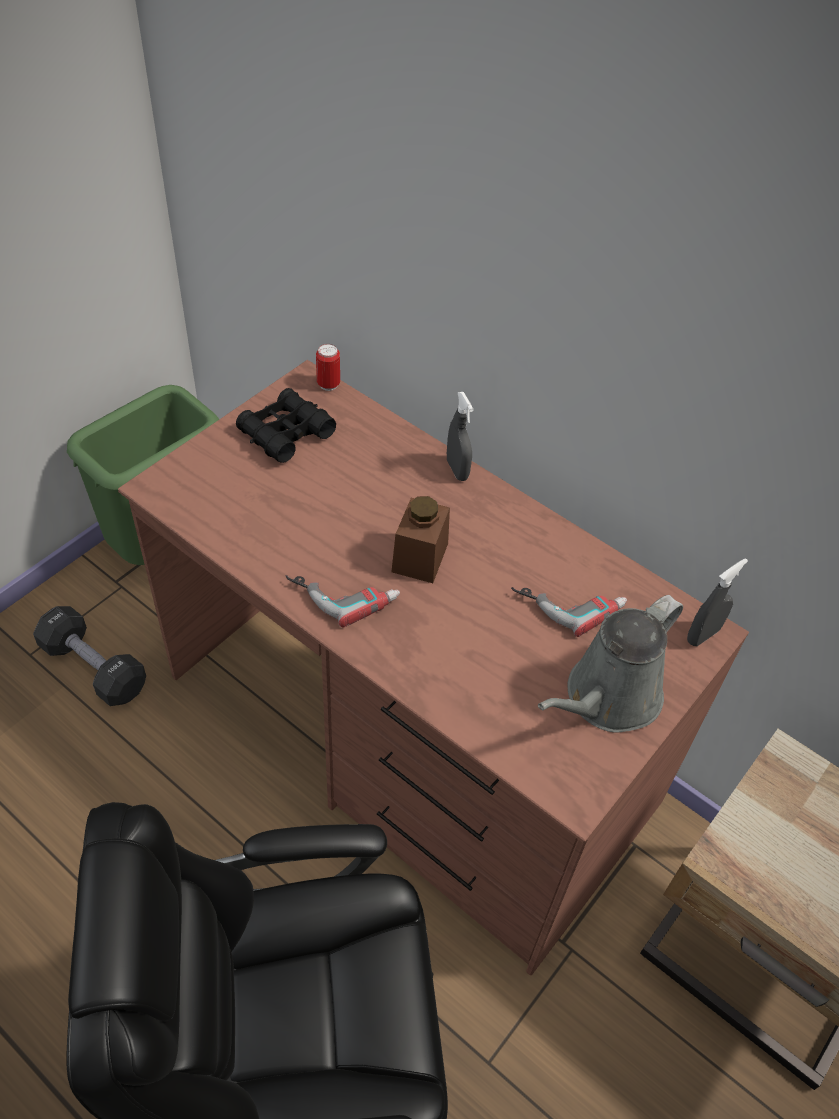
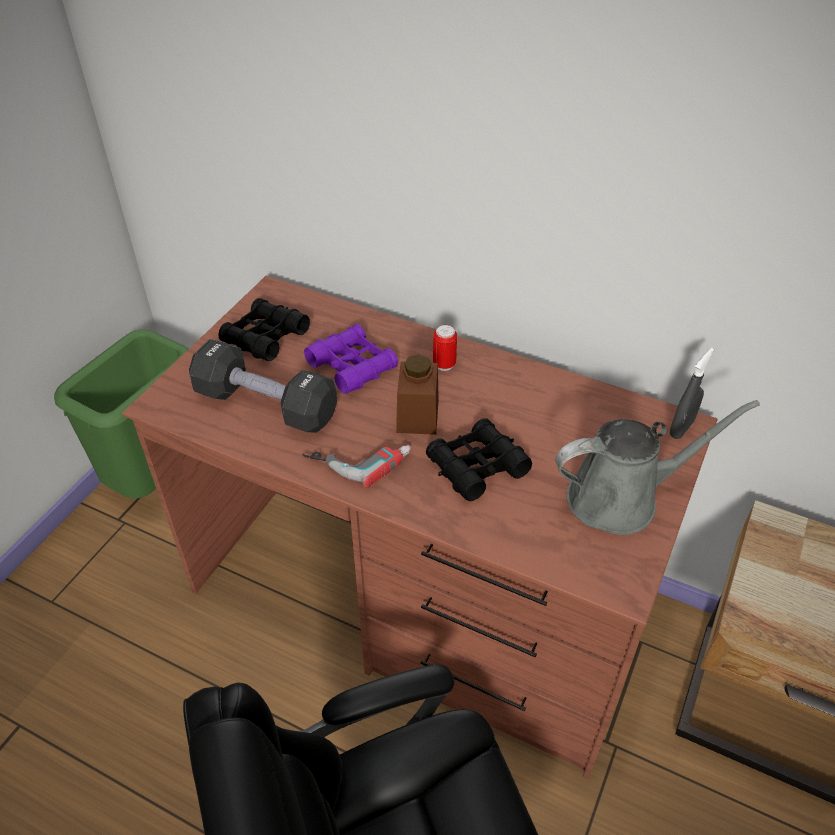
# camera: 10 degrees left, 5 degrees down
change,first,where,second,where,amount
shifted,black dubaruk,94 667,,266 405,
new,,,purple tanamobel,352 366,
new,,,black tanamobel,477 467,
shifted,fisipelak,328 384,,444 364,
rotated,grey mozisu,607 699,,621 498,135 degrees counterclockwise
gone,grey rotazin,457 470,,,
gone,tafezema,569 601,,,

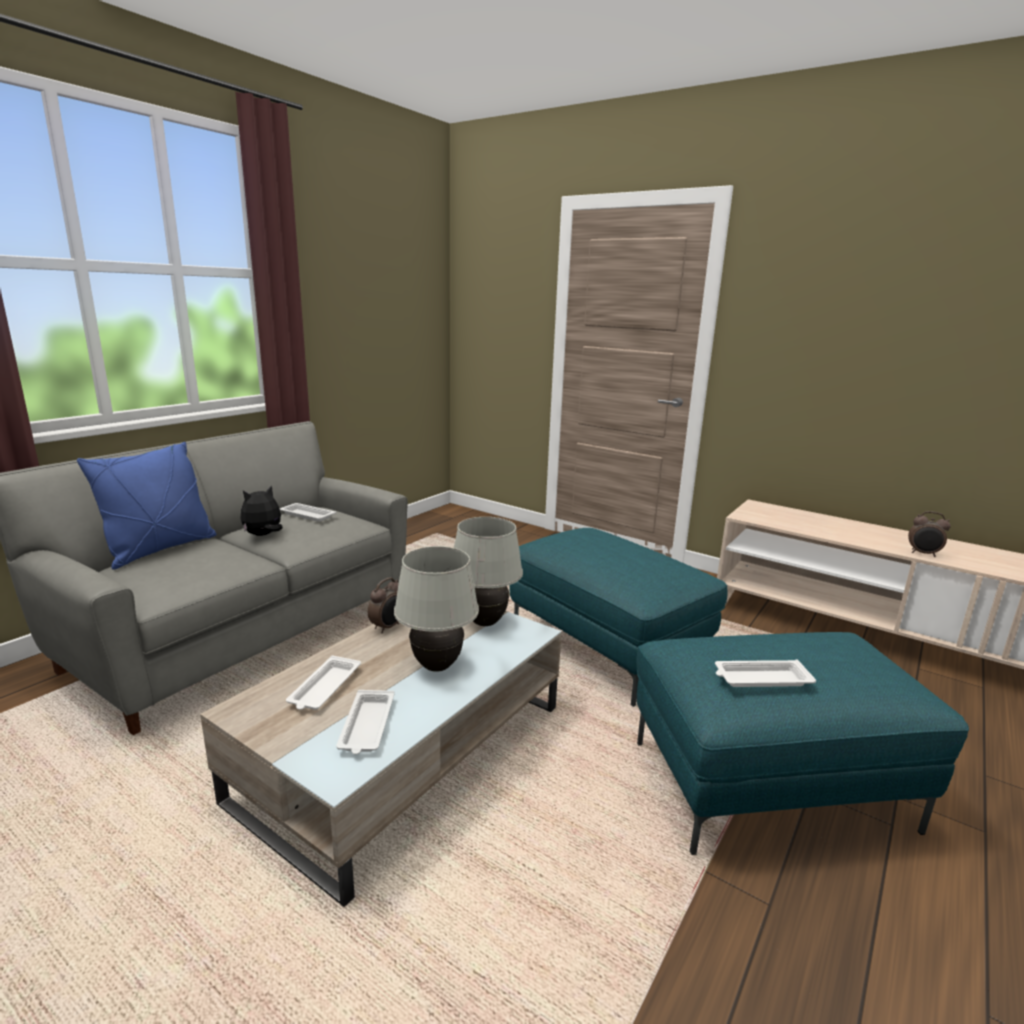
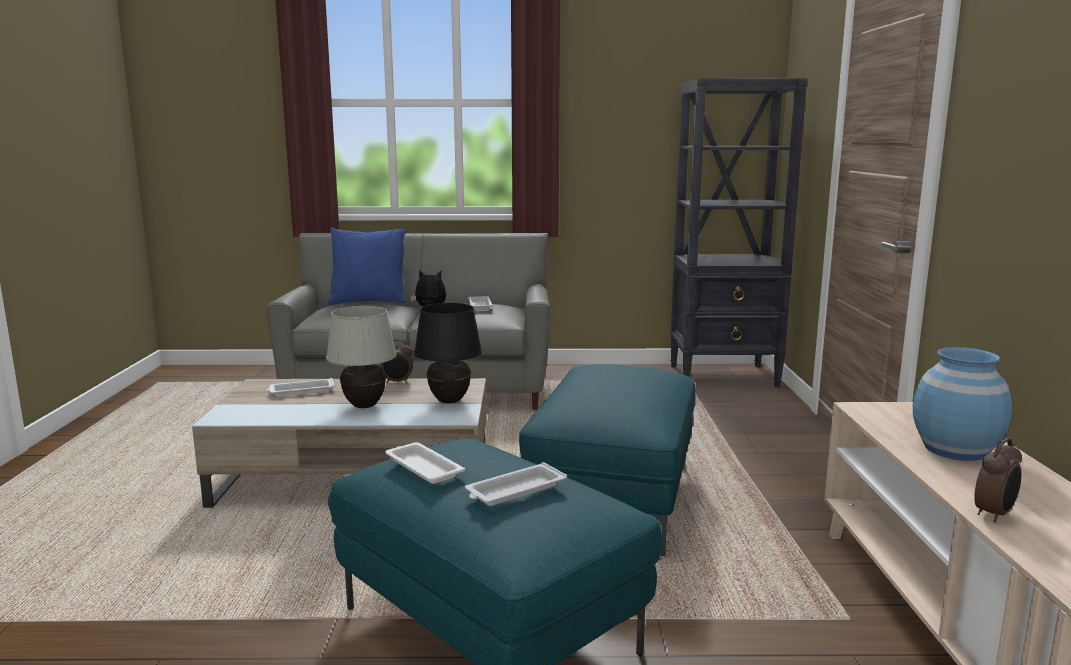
# camera: 55 degrees right, 5 degrees down
change,first,where,second,where,amount
repainted,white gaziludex,485 622,black gaziludex,450 401,
shifted,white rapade,367 726,,514 491,
new,,,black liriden,724 376,
new,,,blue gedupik,954 449,
rotated,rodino,923 554,,994 514,120 degrees counterclockwise

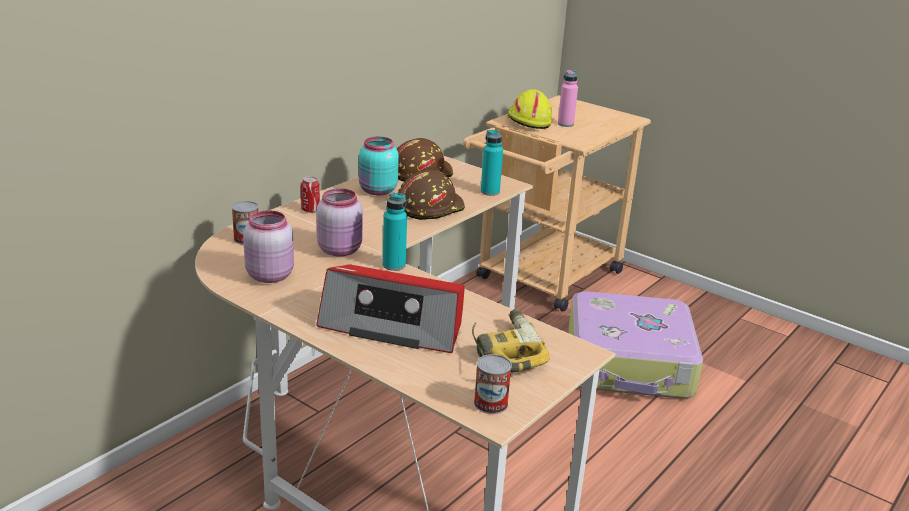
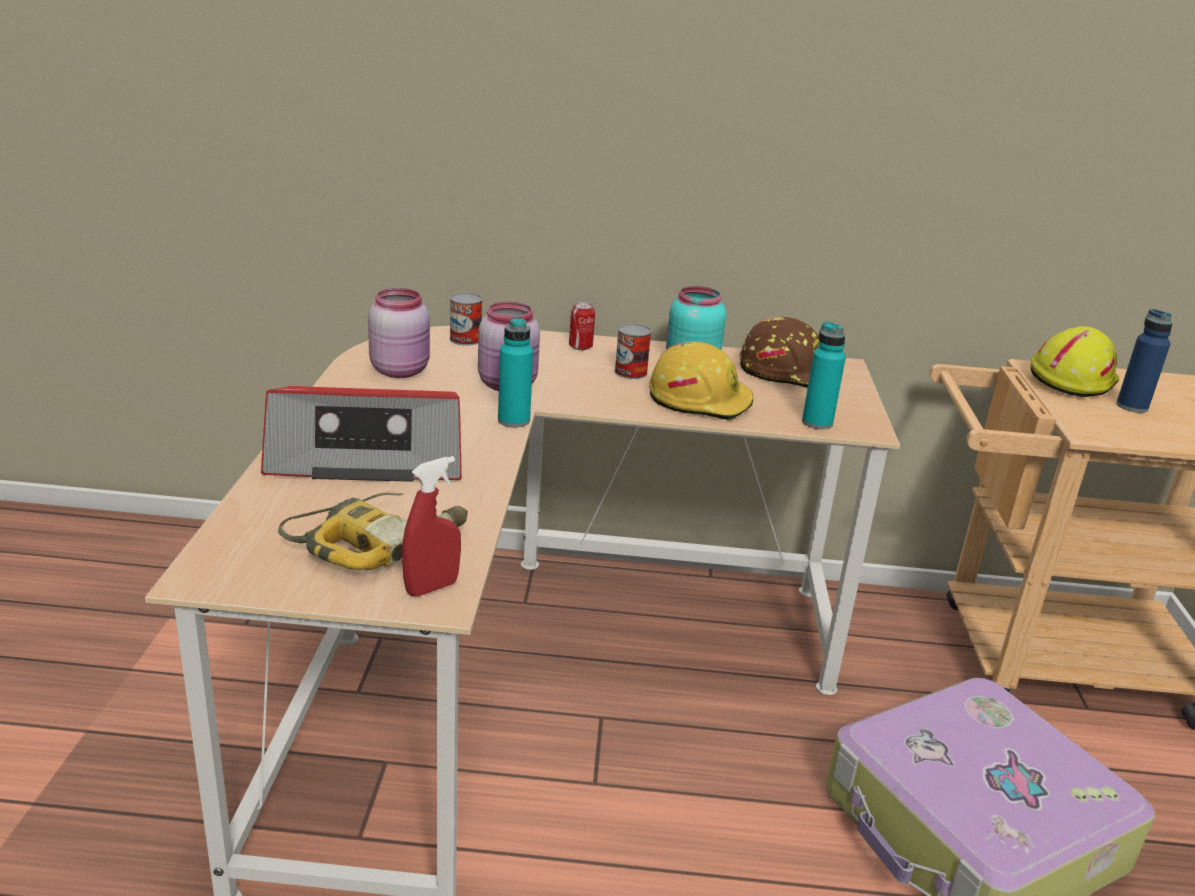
# camera: 55 degrees right, 0 degrees up
change,first,where,second,where,amount
rotated,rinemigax,394 325,,368 458,75 degrees counterclockwise
new,,,red rotazin,432 587,
shifted,fisipelak,490 403,,630 372,
repainted,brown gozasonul,429 207,yellow gozasonul,700 400,
repainted,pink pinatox,565 124,blue pinatox,1132 406,

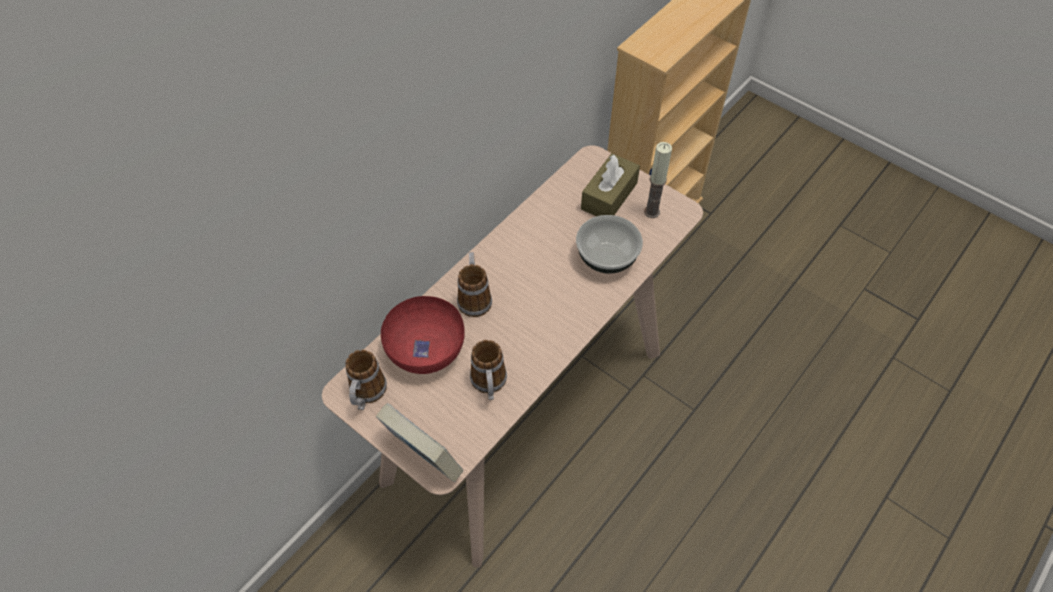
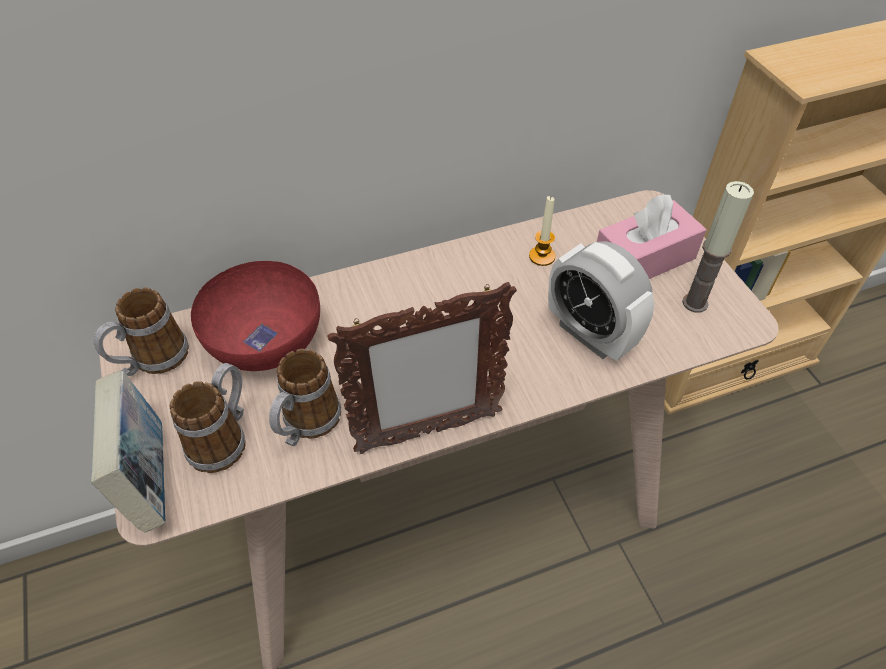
# camera: 30 degrees right, 5 degrees down
change,first,where,second,where,amount
shifted,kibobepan,474 297,,224 437,
new,,,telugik,427 432,
new,,,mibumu,542 256,
swapped,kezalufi,607 257,rodino,590 334,
repainted,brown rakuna,609 196,pink rakuna,644 259,

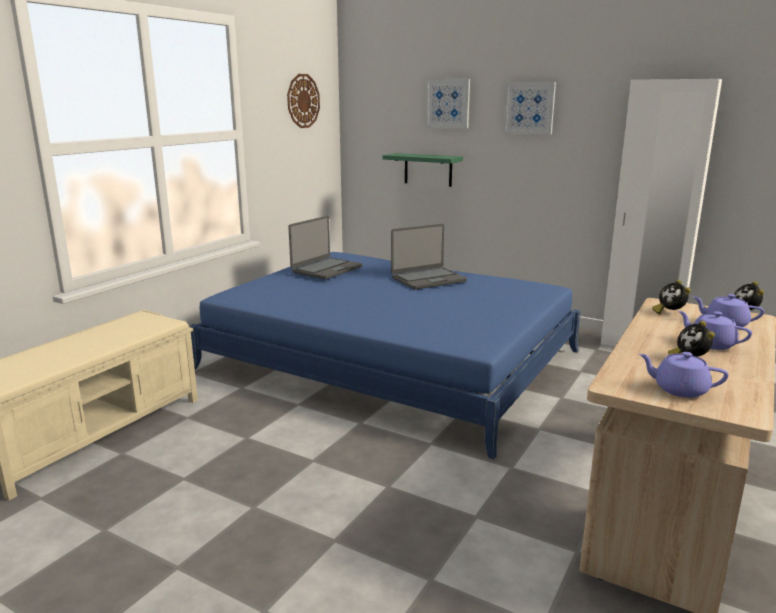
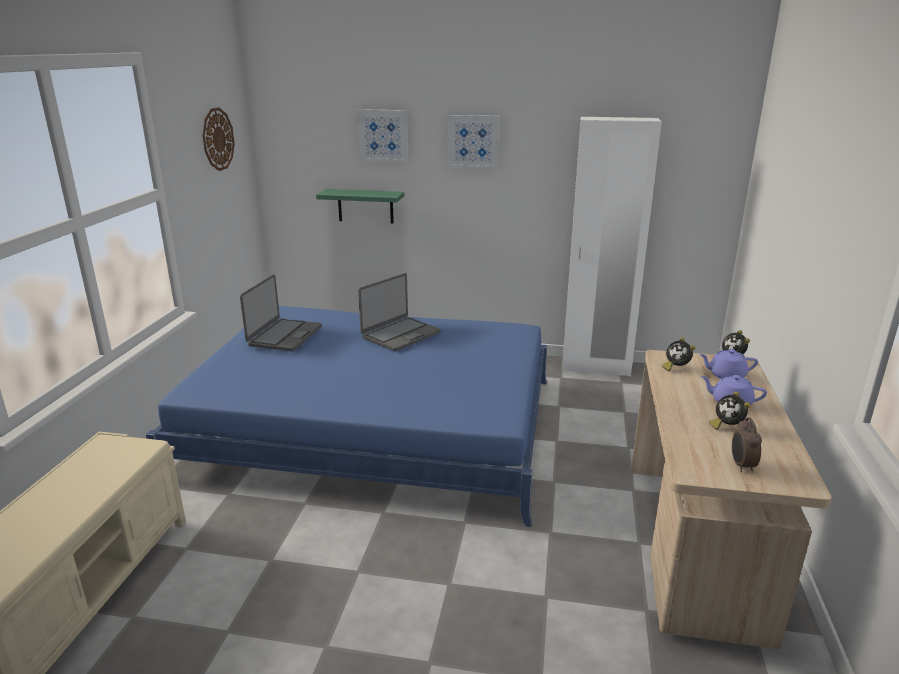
# camera: 20 degrees left, 5 degrees up
change,first,where,second,where,amount
swapped,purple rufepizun,679 389,rodino,741 466,

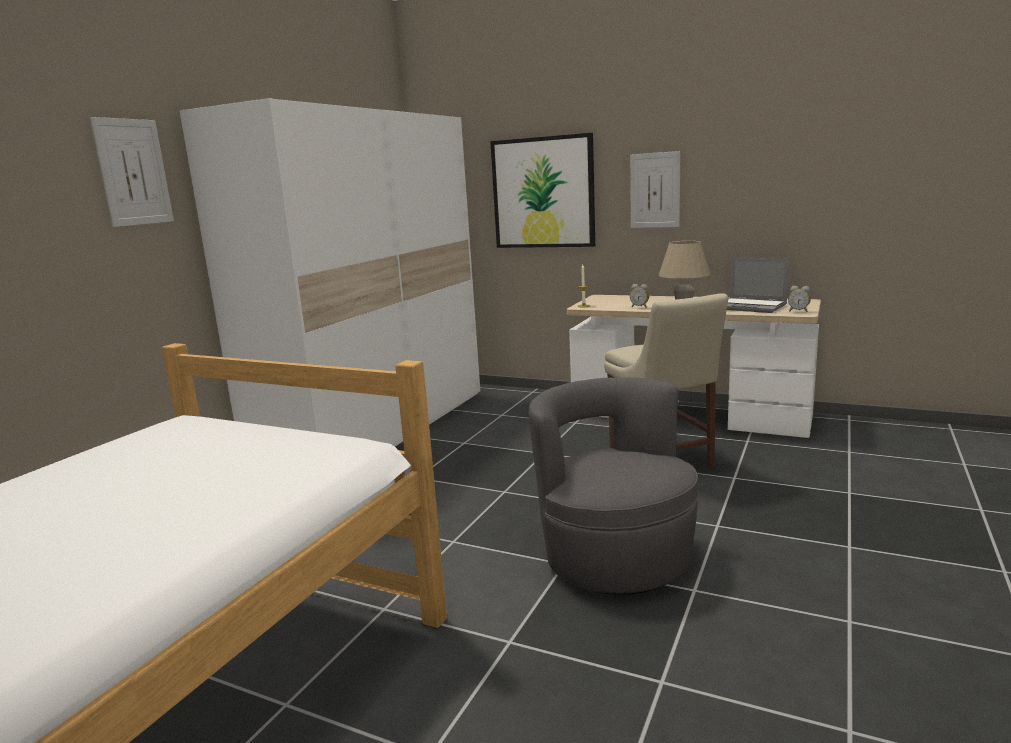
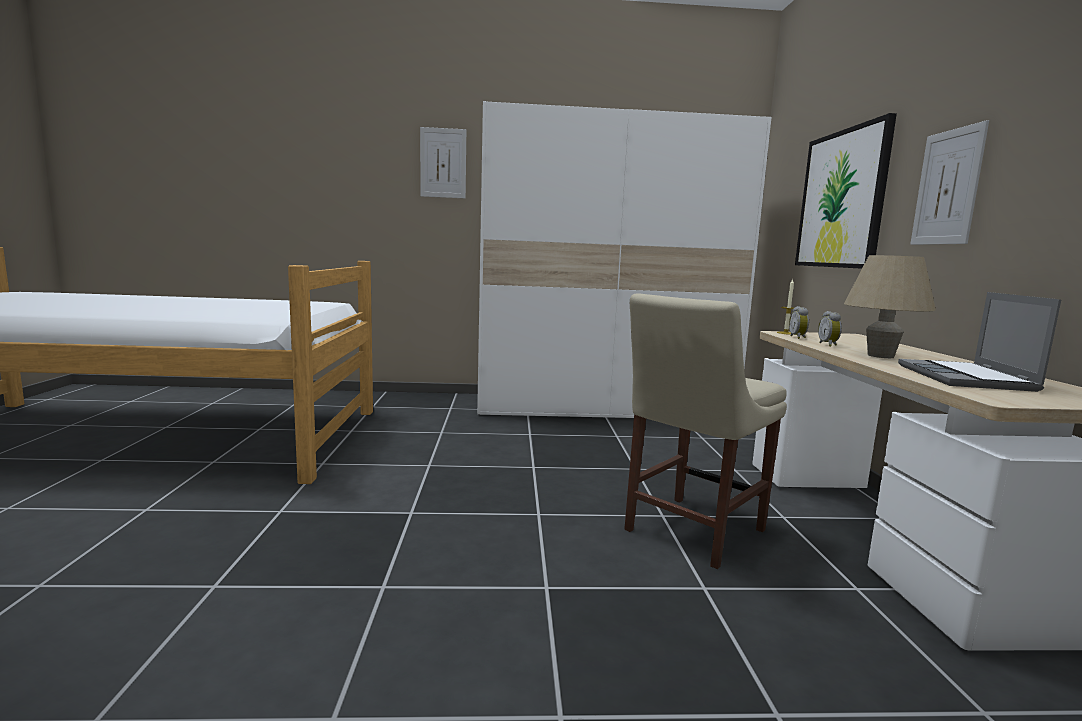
# camera: 60 degrees right, 5 degrees down
change,first,where,second,where,amount
shifted,rodino,798 311,,798 337,
gone,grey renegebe,616 557,,,

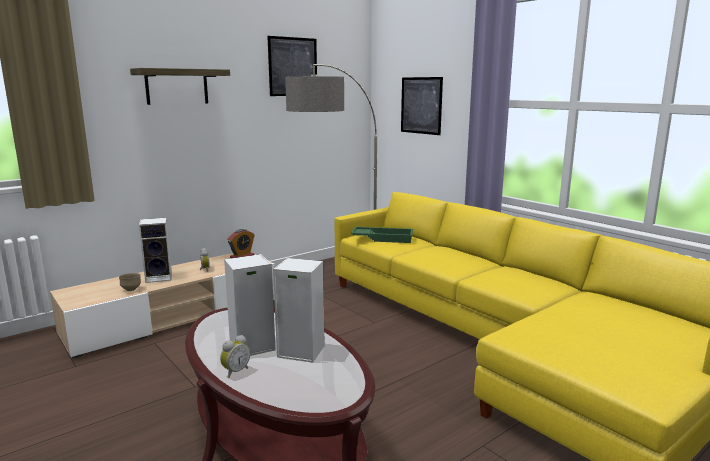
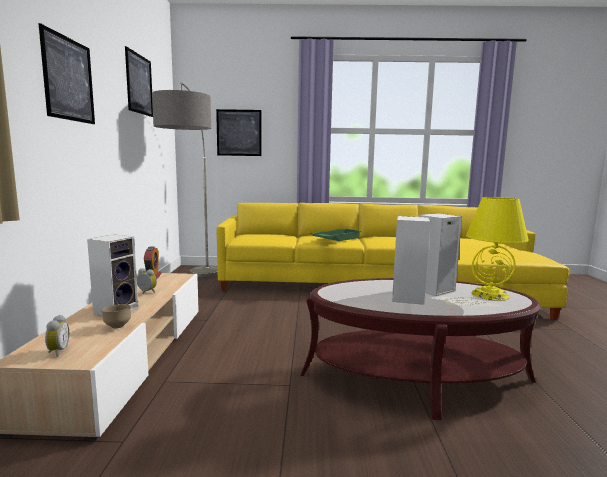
# camera: 50 degrees left, 5 degrees down
change,first,where,second,where,amount
swapped,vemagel,177 86,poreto,68 79,
shifted,rodino,235 371,,57 352,
shifted,green rapade,383 238,,336 239,
new,,,yellow gaziludex,490 295,

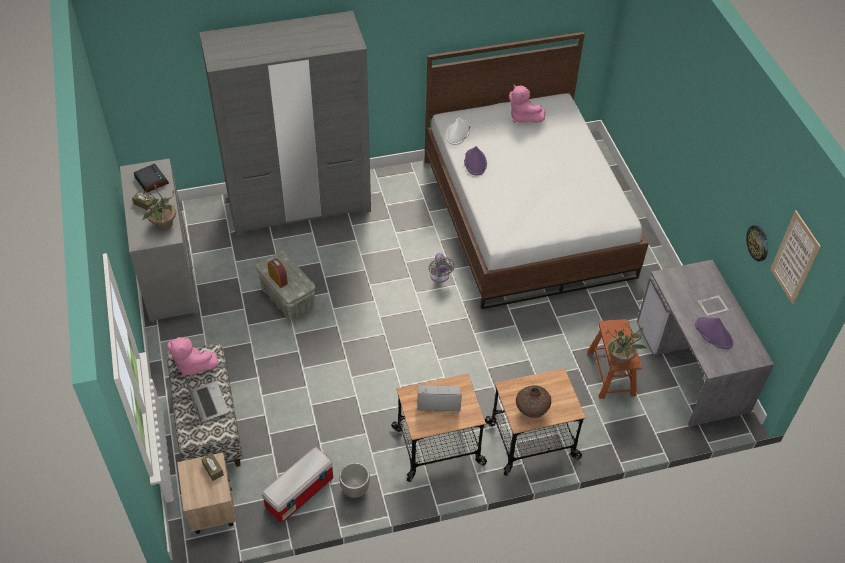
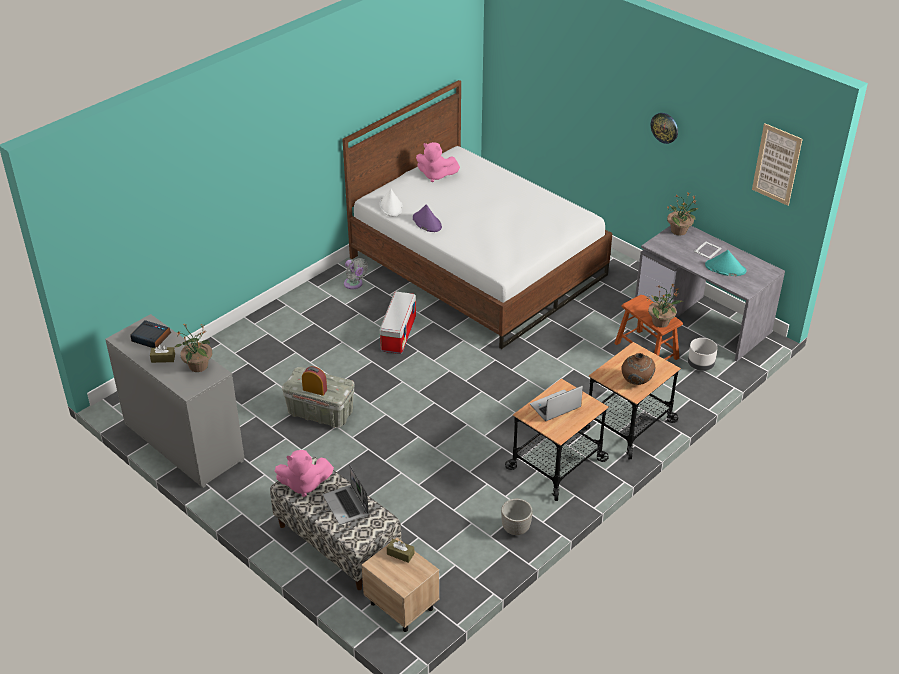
# camera: 30 degrees left, 10 degrees down
change,first,where,second,where,amount
rotated,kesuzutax,207 402,,346 506,150 degrees counterclockwise
shifted,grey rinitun,439 277,,354 284,
shifted,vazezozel,300 492,,398 333,
shifted,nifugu,758 243,,664 127,
new,,,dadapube,679 230,
new,,,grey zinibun,700 365,
repainted,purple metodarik,713 333,turquoise metodarik,725 268,
gone,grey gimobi,299 204,,,

